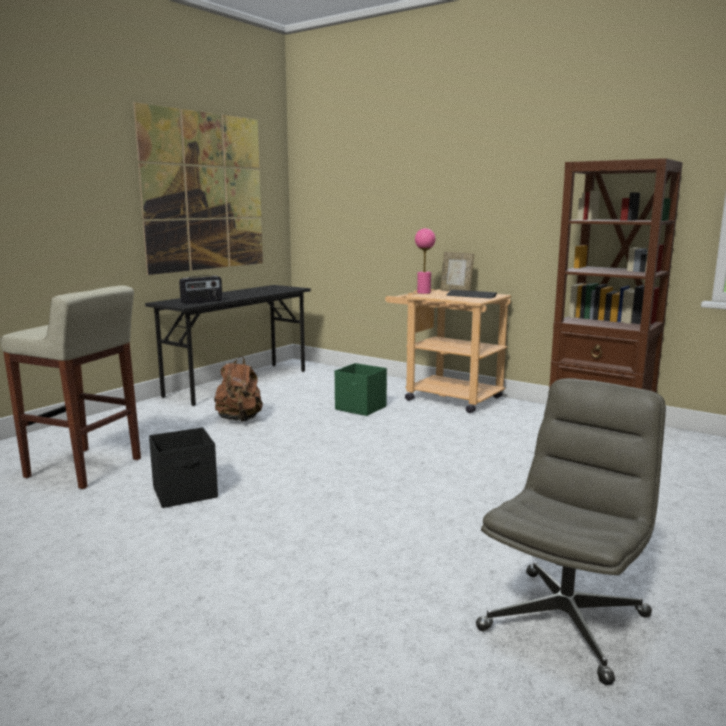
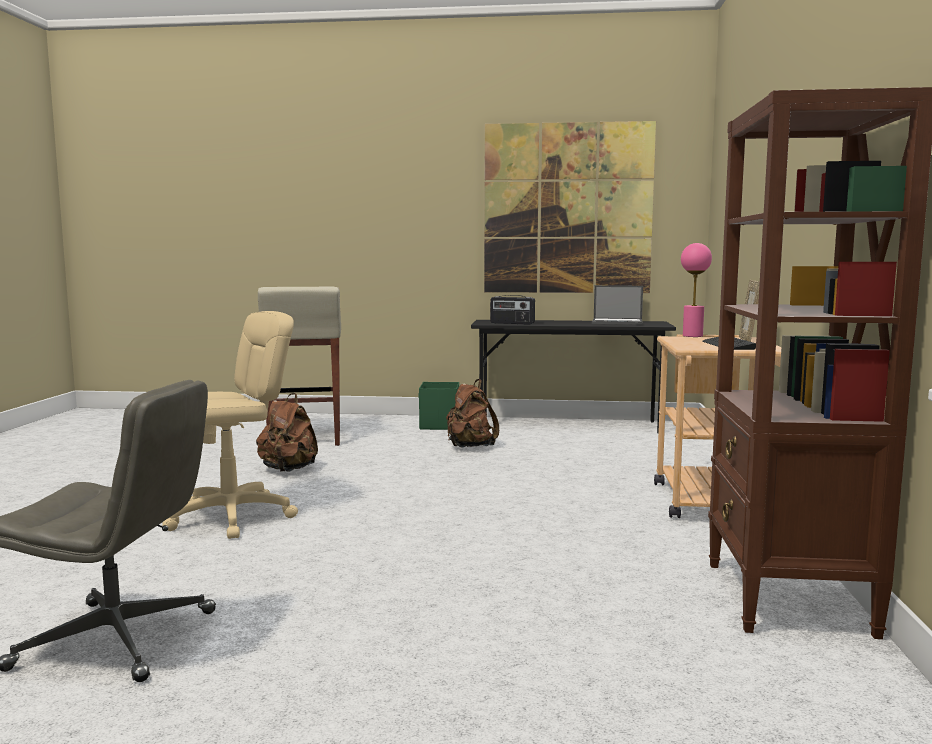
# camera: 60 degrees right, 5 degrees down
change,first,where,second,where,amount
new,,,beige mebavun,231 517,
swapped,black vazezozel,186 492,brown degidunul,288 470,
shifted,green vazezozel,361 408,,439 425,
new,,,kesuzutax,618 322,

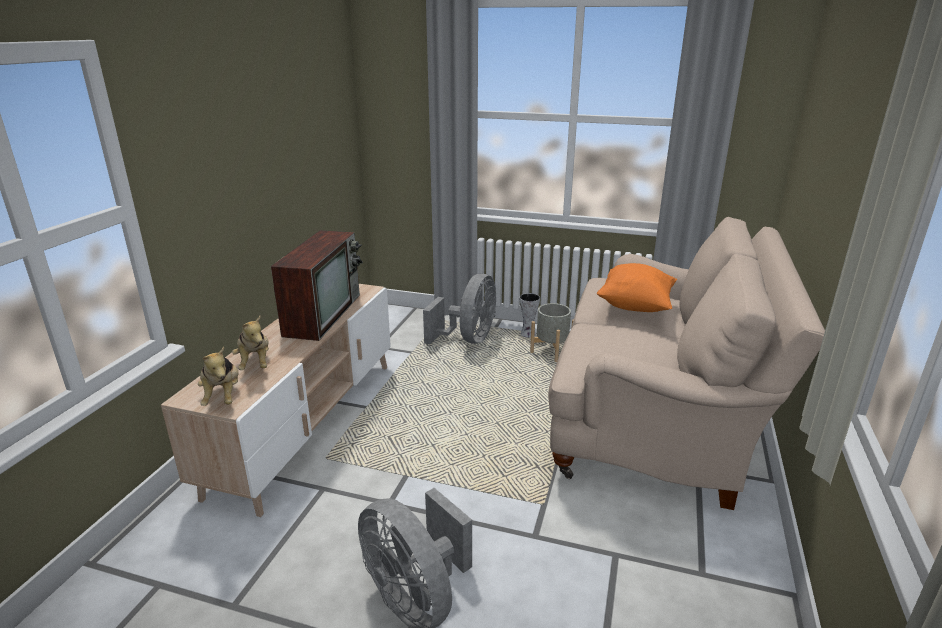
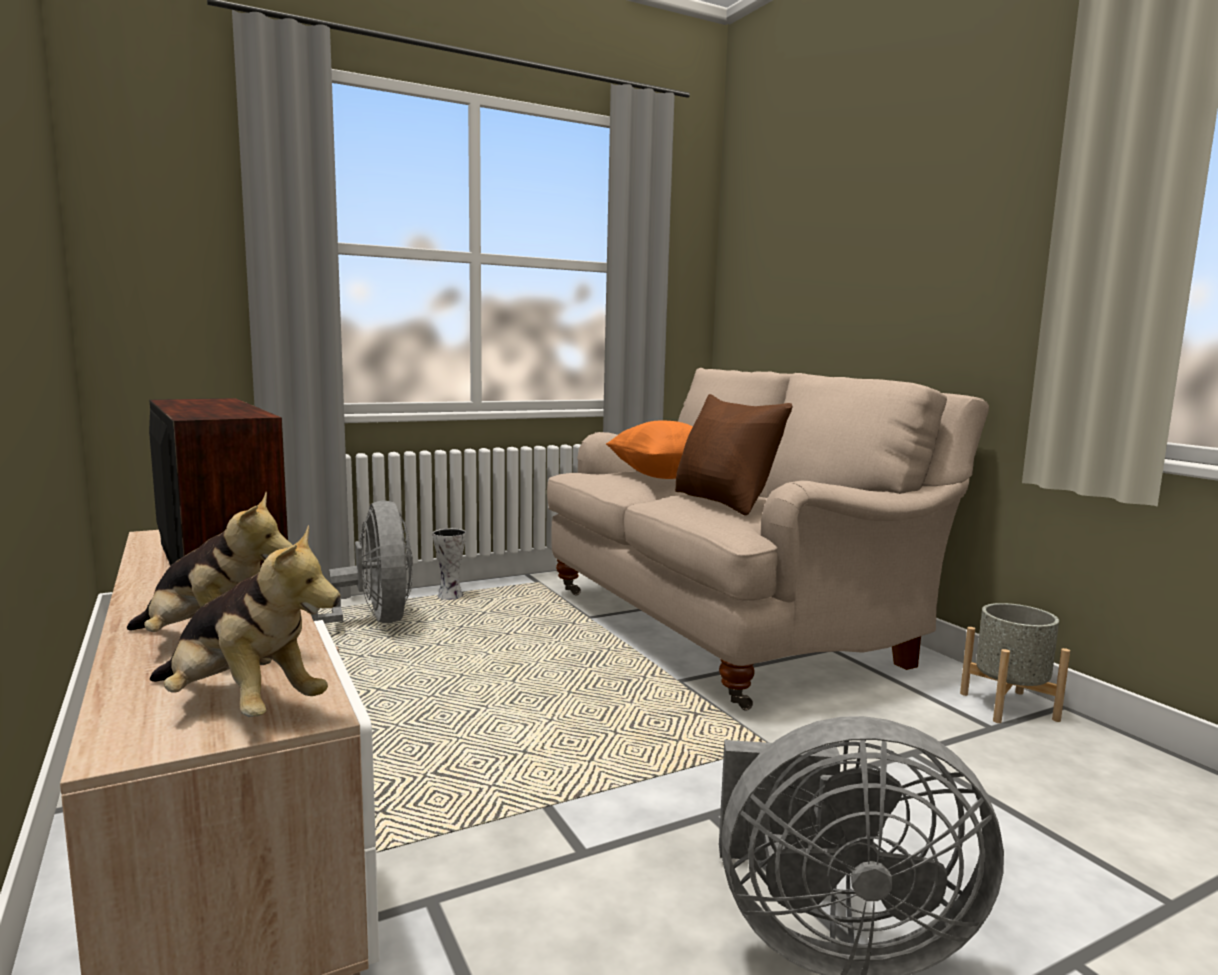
# camera: 45 degrees left, 15 degrees down
change,first,where,second,where,amount
new,,,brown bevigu,724 502,
shifted,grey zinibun,551 351,,1008 706,

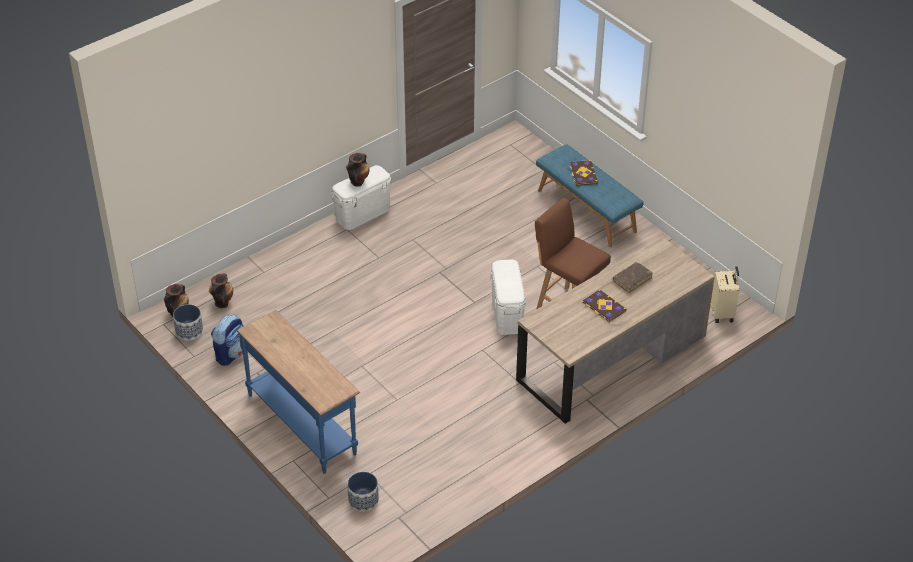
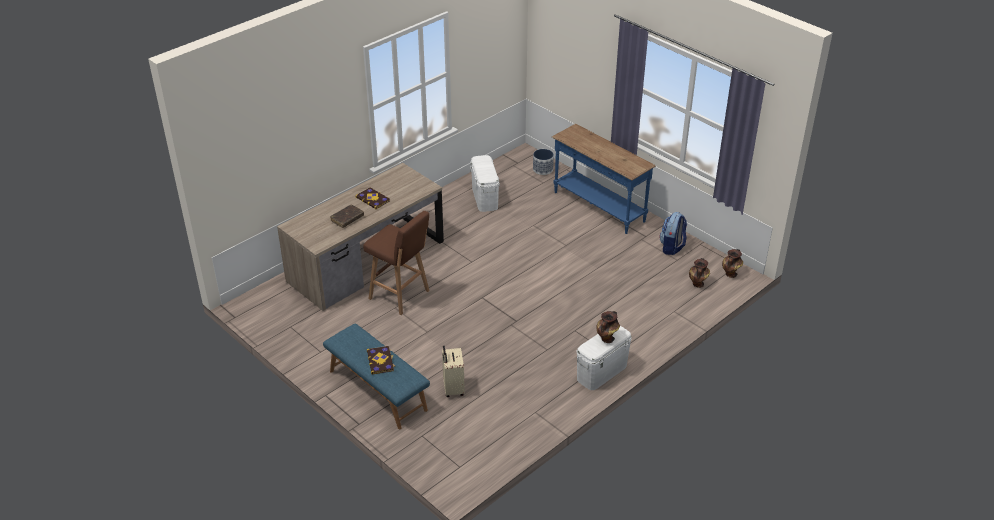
# camera: 175 degrees right, 5 degrees down
change,first,where,second,where,amount
shifted,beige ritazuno,723 313,,452 389,
shifted,white vazezozel,507 313,,484 198,
gone,zinibun,189 331,,,

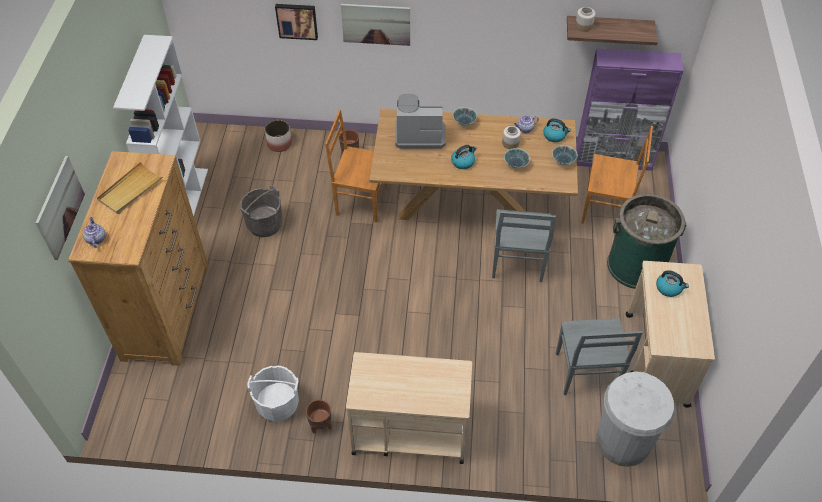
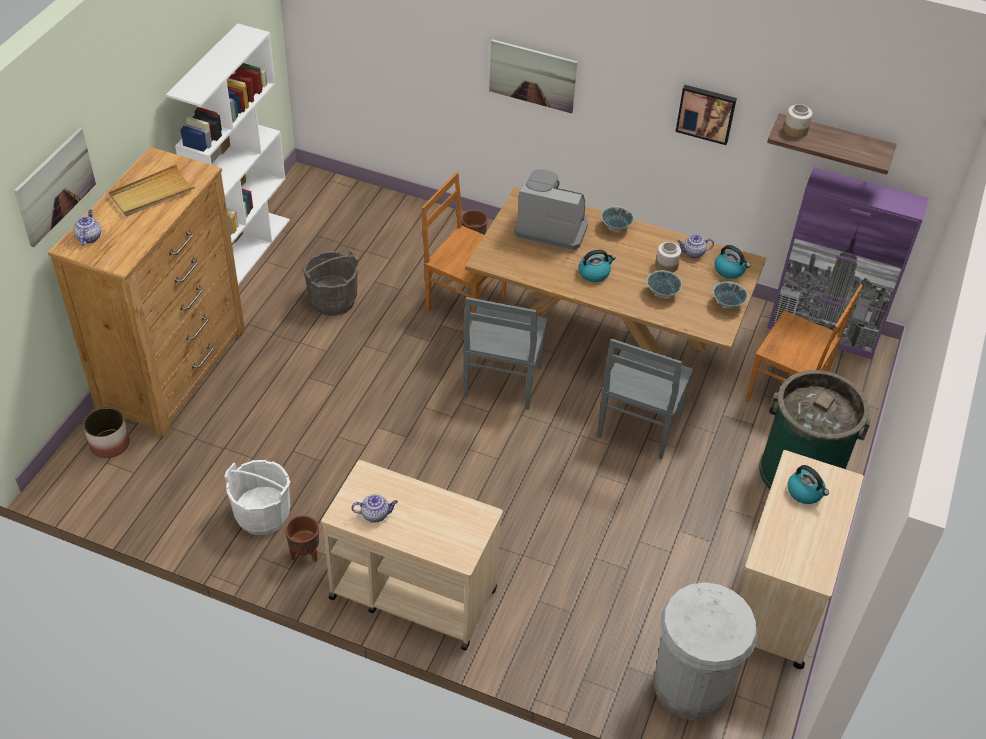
# camera: 15 degrees right, 5 degrees down
change,first,where,second,where,amount
shifted,zinibun,279 143,,110 444,
new,,,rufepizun,375 514,
shifted,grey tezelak,586 374,,501 383,
shifted,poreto,297 20,,706 113,

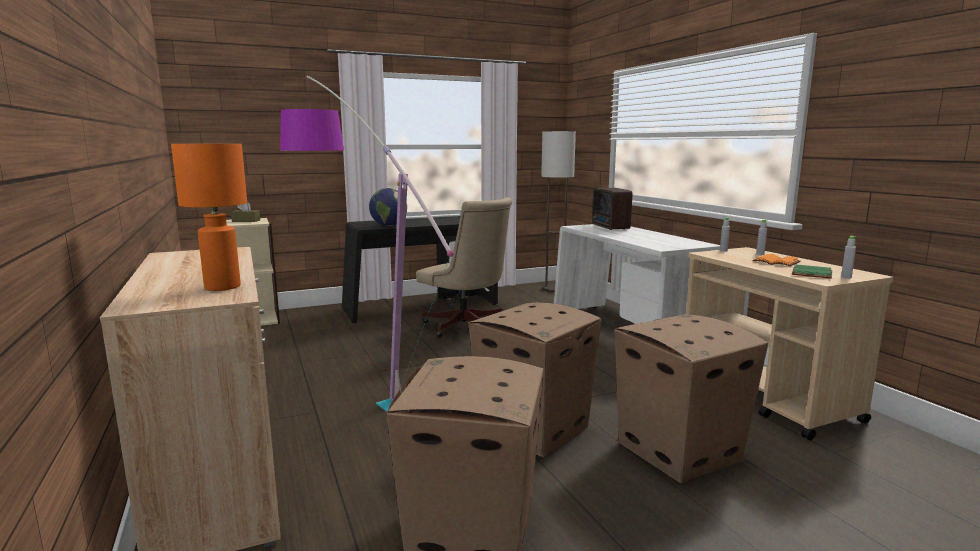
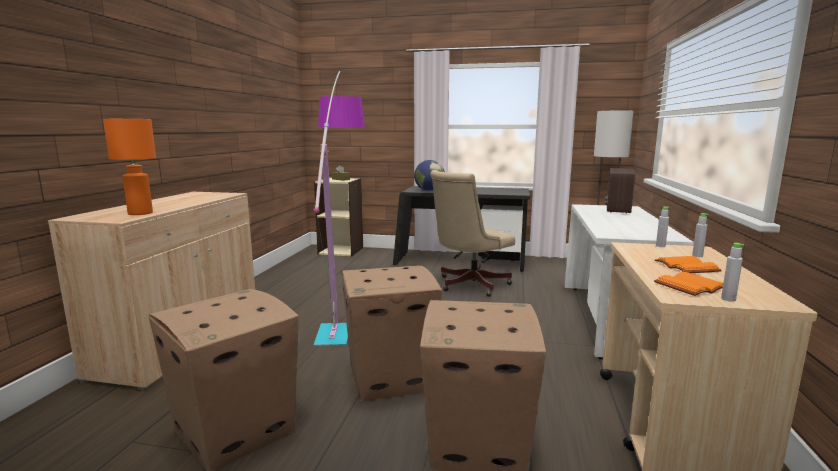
# camera: 35 degrees right, 0 degrees up
change,first,where,second,where,amount
rotated,beige mebavun,466 327,,468 285,60 degrees clockwise
repainted,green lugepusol,810 273,orange lugepusol,689 286,

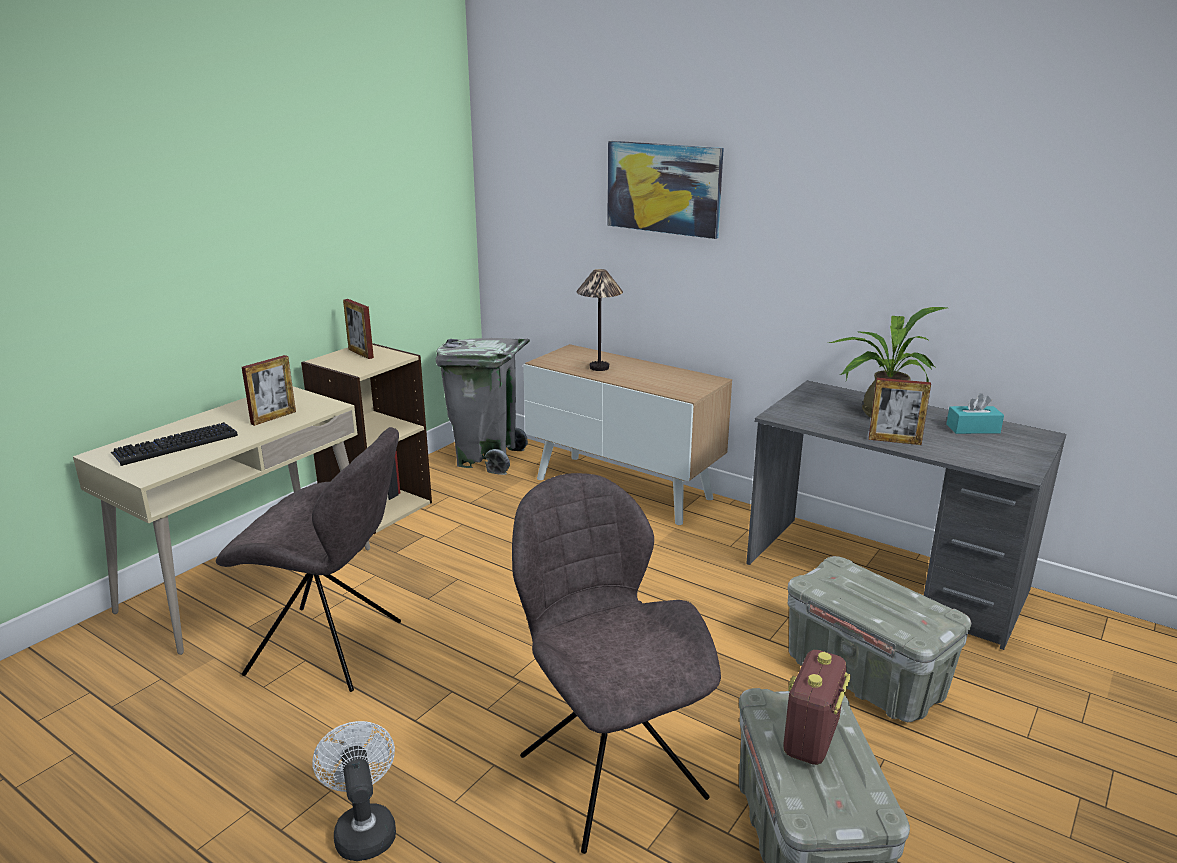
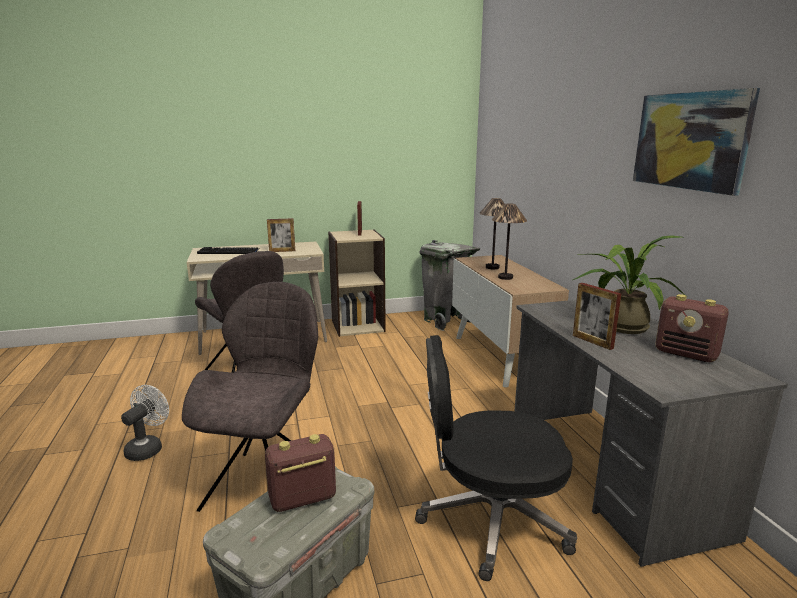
# camera: 40 degrees right, 5 degrees down
change,first,where,second,where,amount
swapped,grey vazezozel,863 676,black mebavun,490 521,
new,,,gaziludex,505 277,
shifted,poreto,664 188,,690 141,
swapped,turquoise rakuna,973 429,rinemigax,686 354,

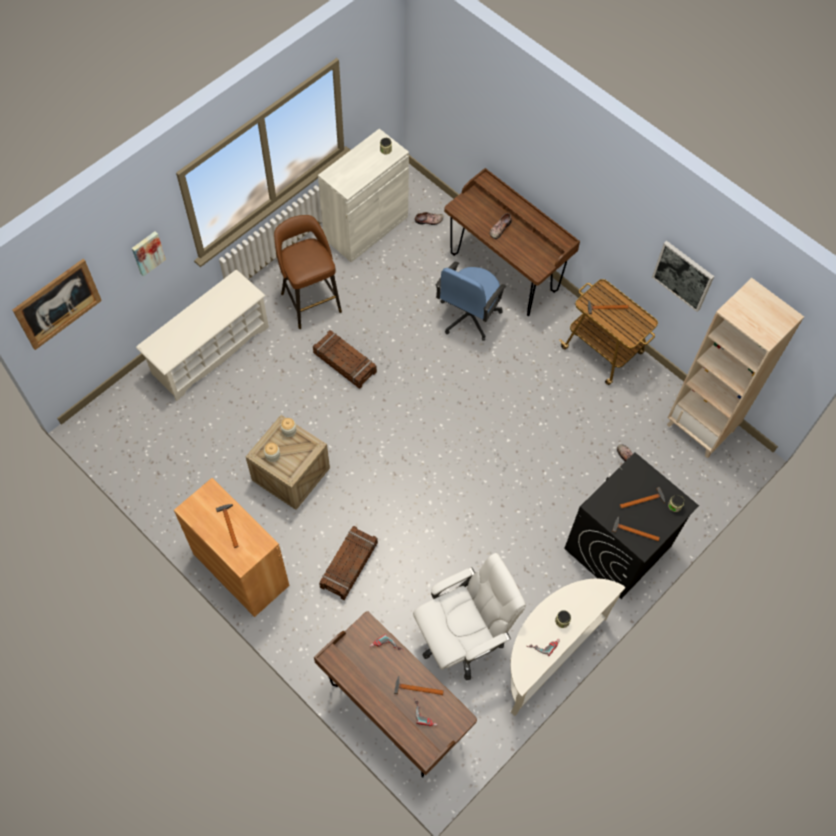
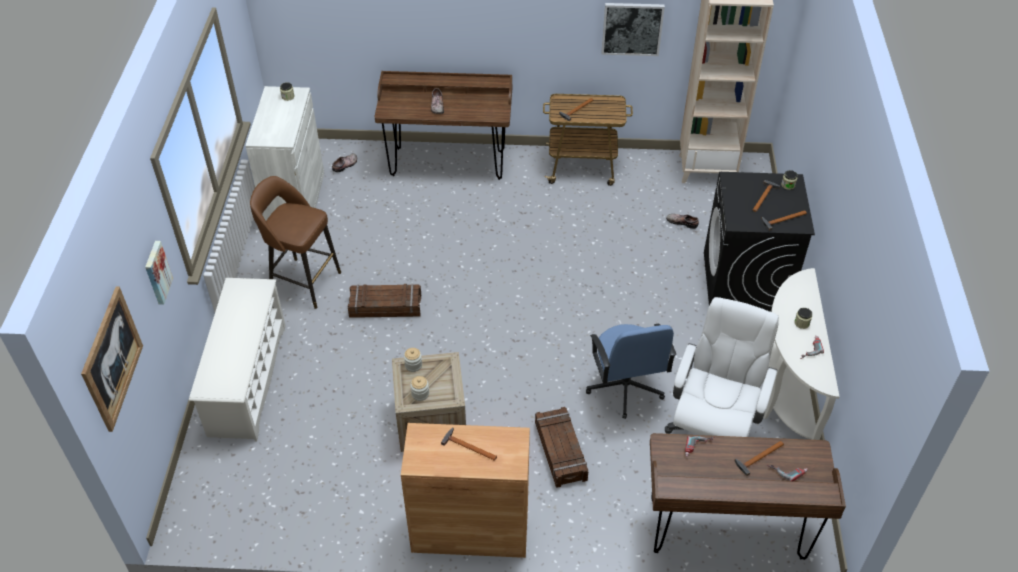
# camera: 40 degrees left, 15 degrees down
change,first,where,second,where,amount
shifted,blue mebavun,468 316,,625 387,

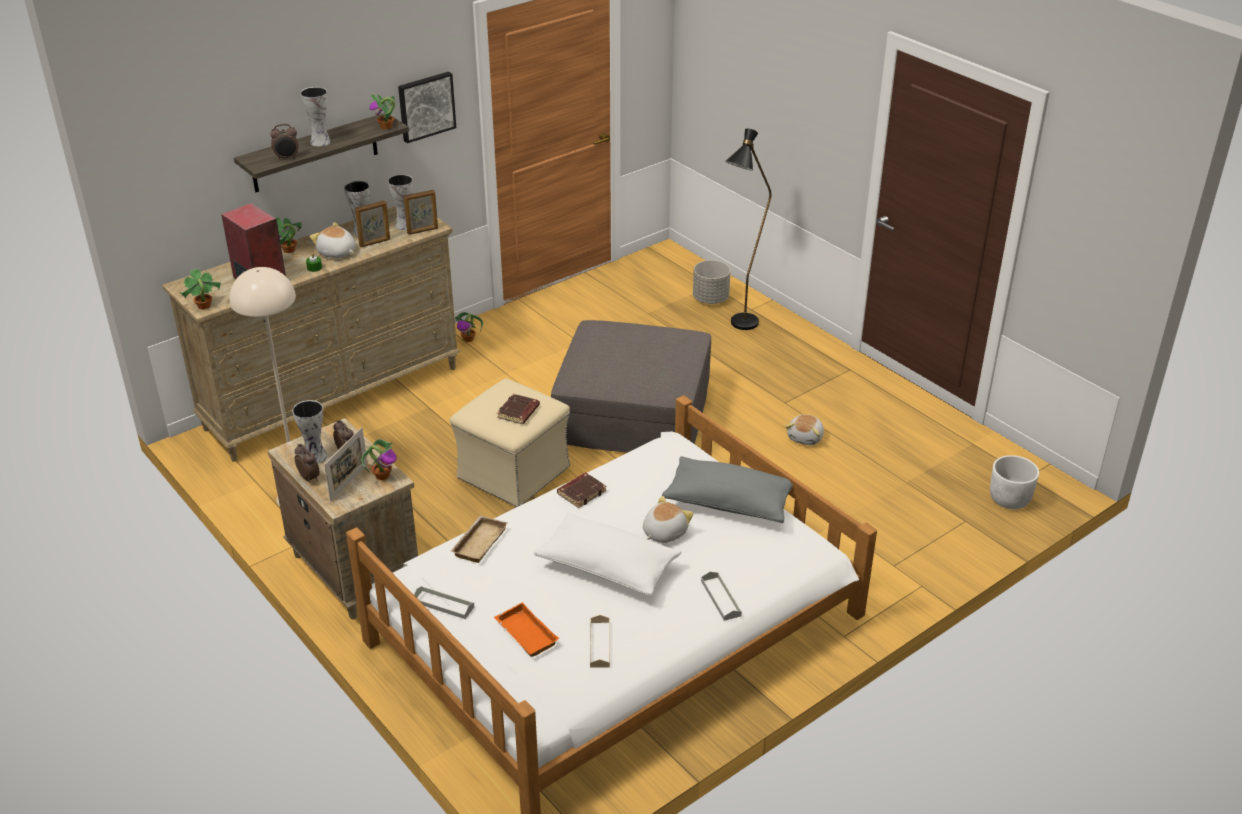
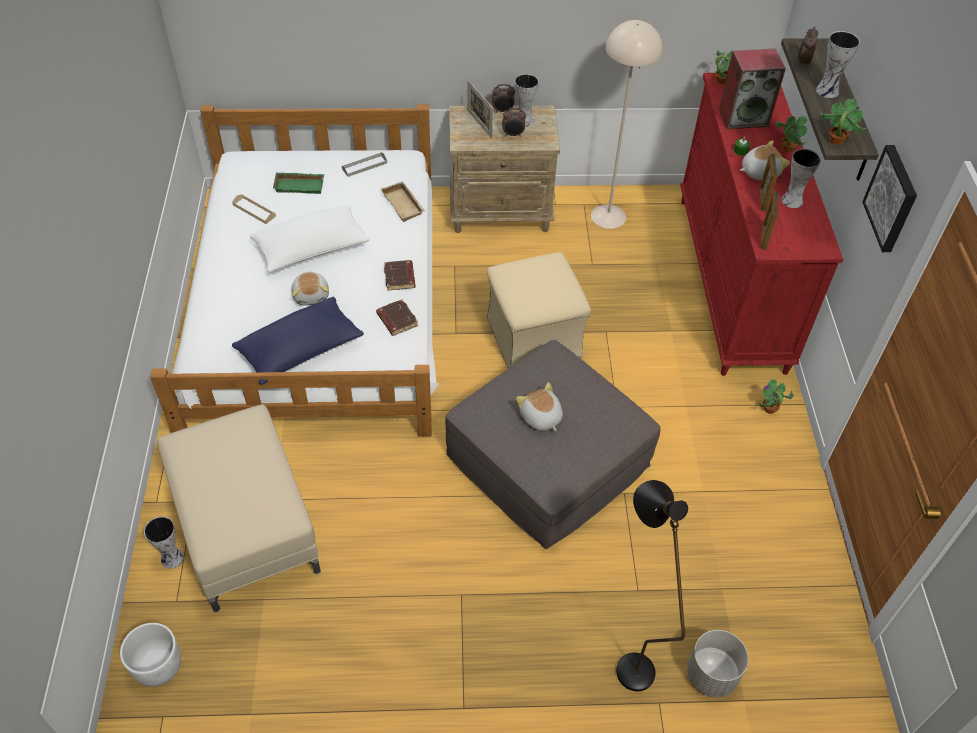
# camera: 125 degrees right, 15 degrees up
change,first,where,second,where,amount
shifted,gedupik,404 224,,173 559,
new,,,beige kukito,245 528,
repainted,grey bevigu,729 503,blue bevigu,300 350,
repainted,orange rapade,524 634,green rapade,300 185,
shifted,brown lugepusol,518 412,,396 320,
shifted,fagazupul,806 437,,540 418,
repainted,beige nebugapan,334 397,red nebugapan,730 282,
gone,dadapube,382 475,,,
gone,grey rapade,720 598,,,

